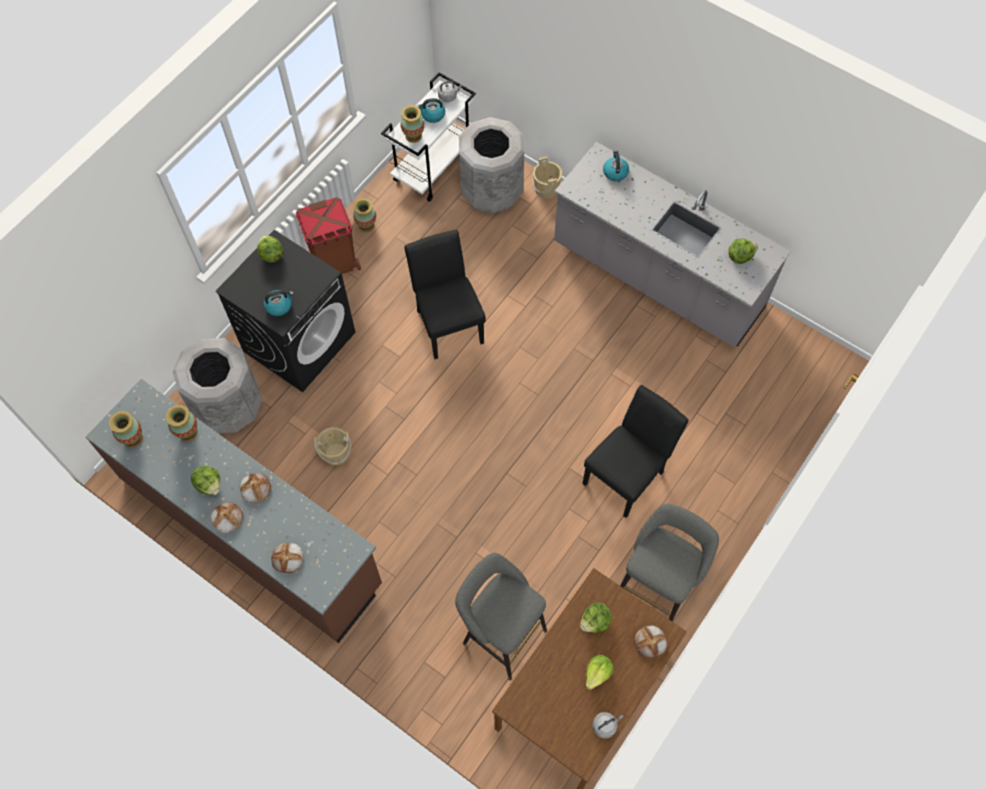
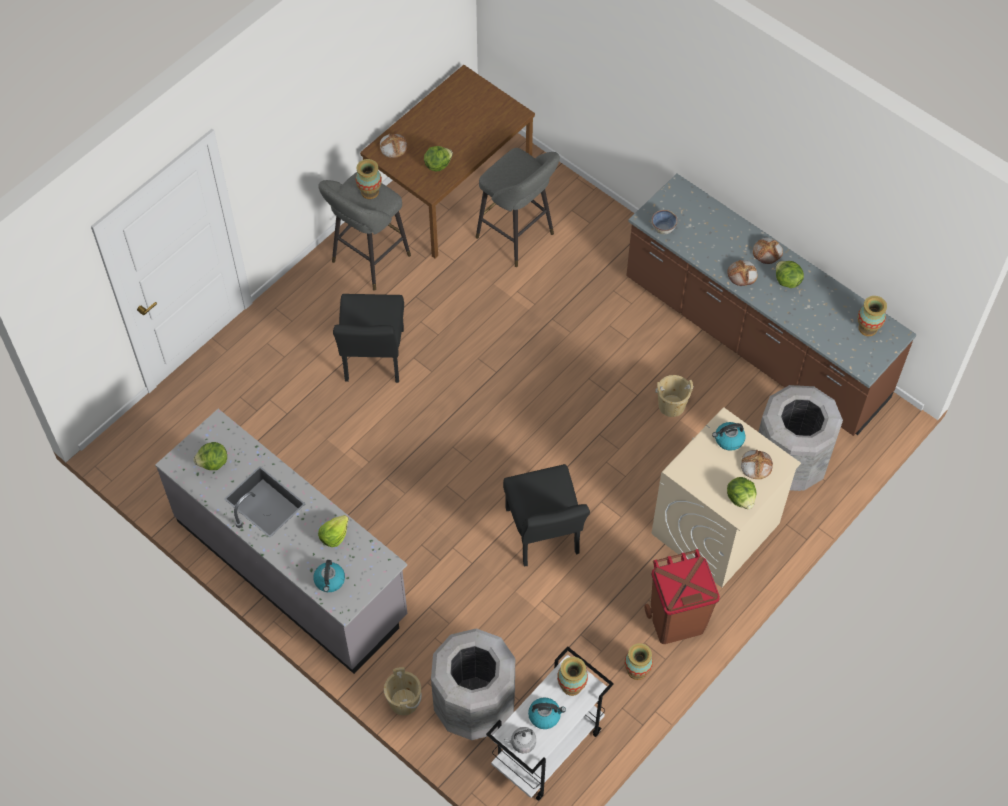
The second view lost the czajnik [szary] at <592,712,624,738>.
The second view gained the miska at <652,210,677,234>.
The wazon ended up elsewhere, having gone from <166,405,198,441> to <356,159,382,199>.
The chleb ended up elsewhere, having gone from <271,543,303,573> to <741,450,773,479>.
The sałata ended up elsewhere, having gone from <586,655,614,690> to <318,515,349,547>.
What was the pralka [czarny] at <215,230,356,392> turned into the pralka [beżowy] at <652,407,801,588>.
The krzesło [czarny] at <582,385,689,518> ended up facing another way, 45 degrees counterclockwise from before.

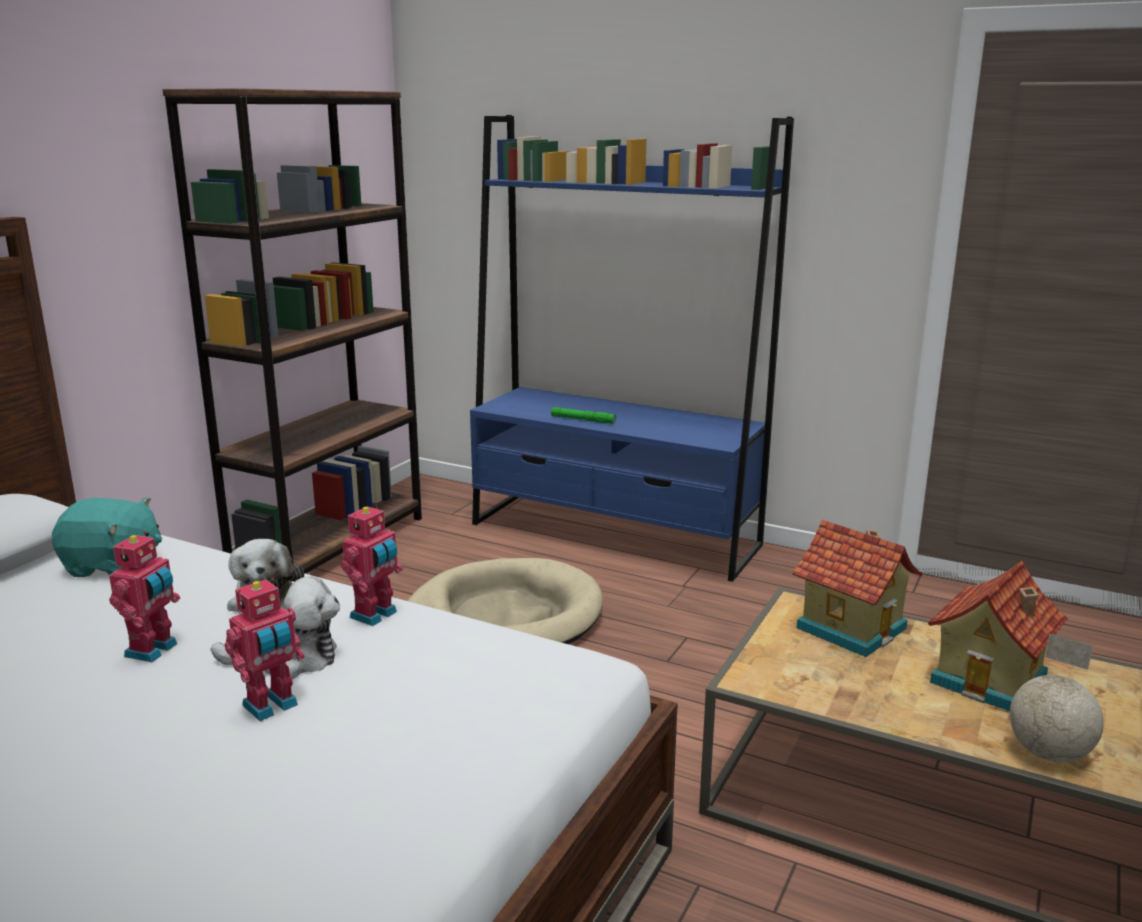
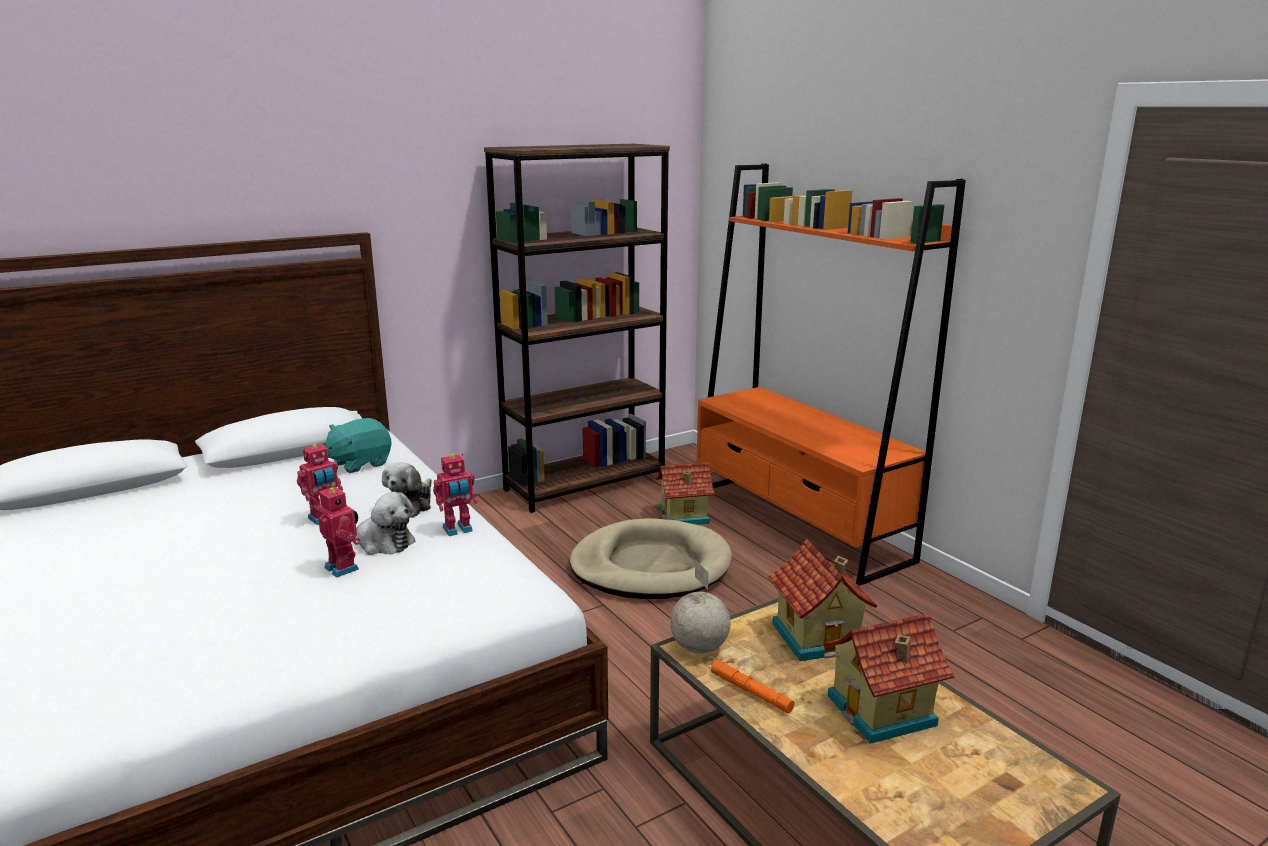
The second view lost the latarka [zielony] at <551,407,616,424>.
The second view gained the domek at <656,462,715,525>.
The second view gained the latarka [pomarańczowy] at <711,660,795,714>.
The globus ended up elsewhere, having gone from <1010,634,1104,762> to <670,560,730,653>.
What was the regał [niebieski] at <470,115,794,582> turned into the regał [pomarańczowy] at <697,163,966,586>.
The pluszak [turkusowy] at <52,497,162,577> ended up facing another way, 105 degrees clockwise from before.
The robot zabawkowy at <225,578,305,721> ended up facing another way, 120 degrees counterclockwise from before.

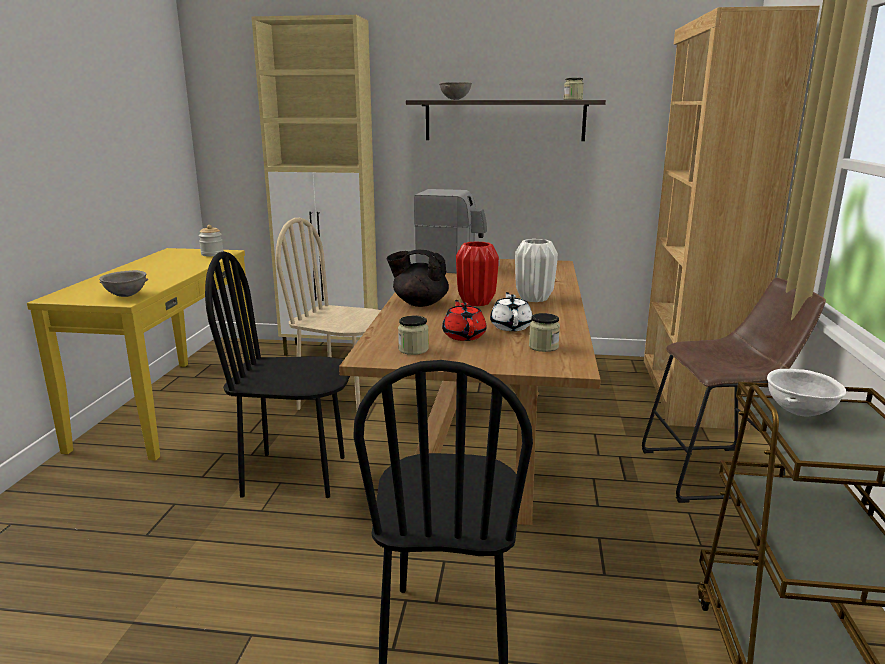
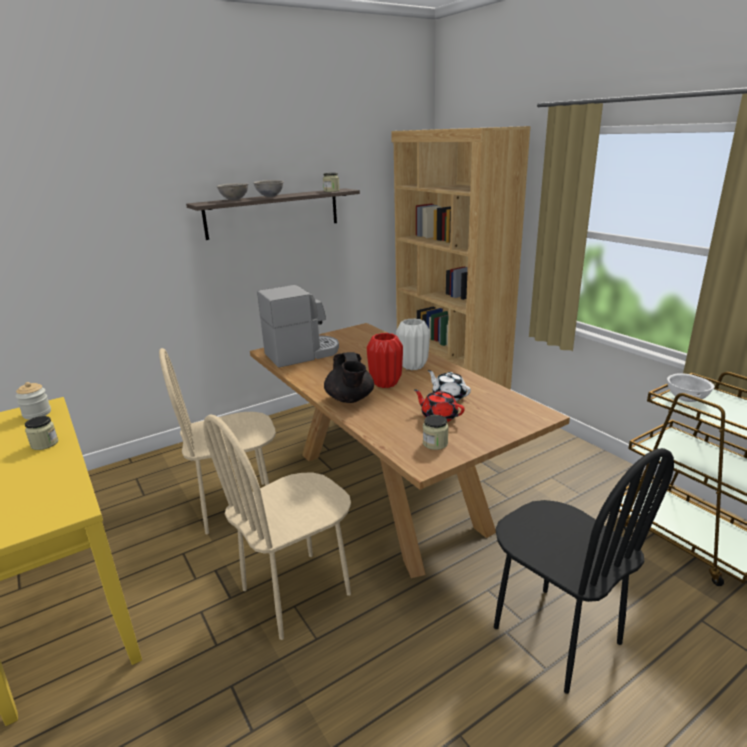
The second view lost the szafka [beżowy] at <251,15,378,356>.
The second view lost the stołek [brązowy] at <642,277,826,503>.
The miska [szary] ended up elsewhere, having gone from <99,270,148,297> to <253,180,284,197>.
The słoik ended up elsewhere, having gone from <529,313,560,352> to <25,416,58,450>.
What was the krzesło [czarny] at <205,251,350,498> turned into the krzesło [beżowy] at <203,415,351,640>.
The imbryk [czarny] at <387,250,449,307> ended up facing another way, 75 degrees counterclockwise from before.

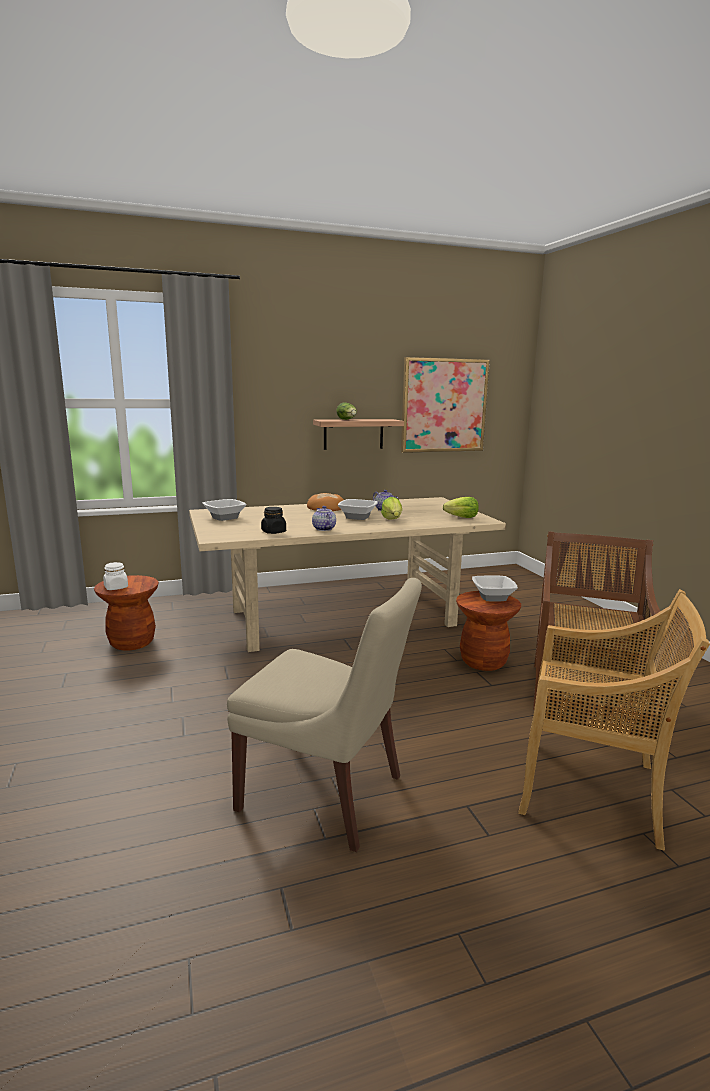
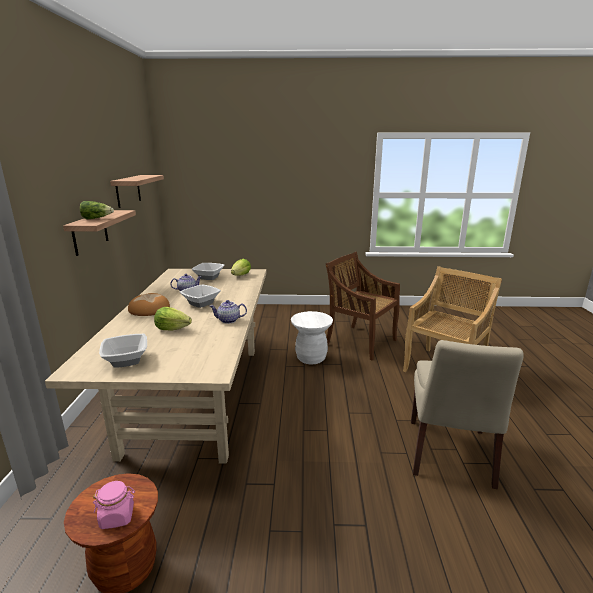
The second view lost the słoik [czarny] at <261,507,286,534>.
The sałata ended up elsewhere, having gone from <381,497,402,520> to <154,307,192,331>.
The miska ended up elsewhere, having gone from <472,576,518,602> to <192,263,224,280>.
Where the obraz hung at <401,357,490,453>, the półka came to hang at <110,175,164,208>.
What was the słoik [biały] at <103,562,128,590> turned into the słoik [różowy] at <93,481,135,529>.
What was the stołek [brązowy] at <456,591,521,671> turned into the stołek [biały] at <291,311,333,364>.
The krzesło [beżowy] at <227,578,422,852> ended up facing another way, 150 degrees clockwise from before.

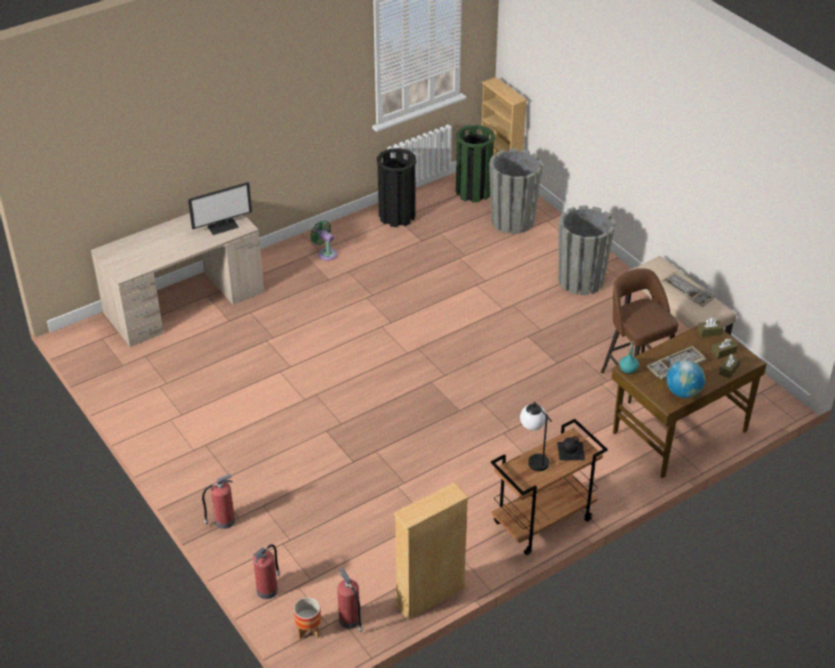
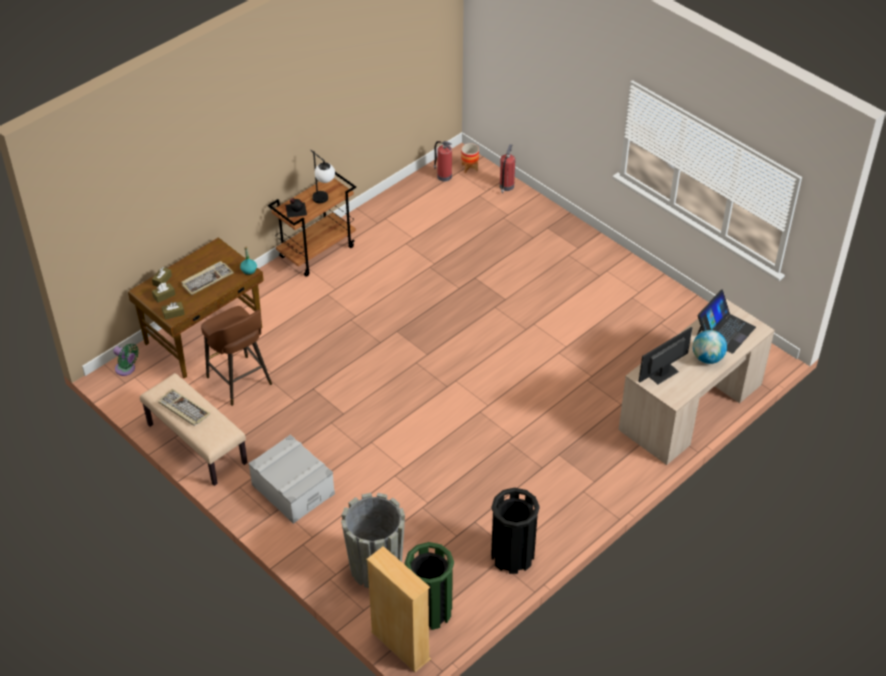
The second view lost the gaśnica at <202,474,235,529>.
The second view lost the regał [beżowy] at <393,482,469,620>.
The second view gained the laptop at <697,289,756,354>.
The wentylator [zielony] ended up elsewhere, having gone from <310,221,337,261> to <113,343,139,376>.
The globus ended up elsewhere, having gone from <667,360,705,398> to <693,330,727,364>.
Where the donica [szary] stood at <558,205,615,295>, the pojemnik do przechowywania [szary] came to stand at <248,434,335,524>.

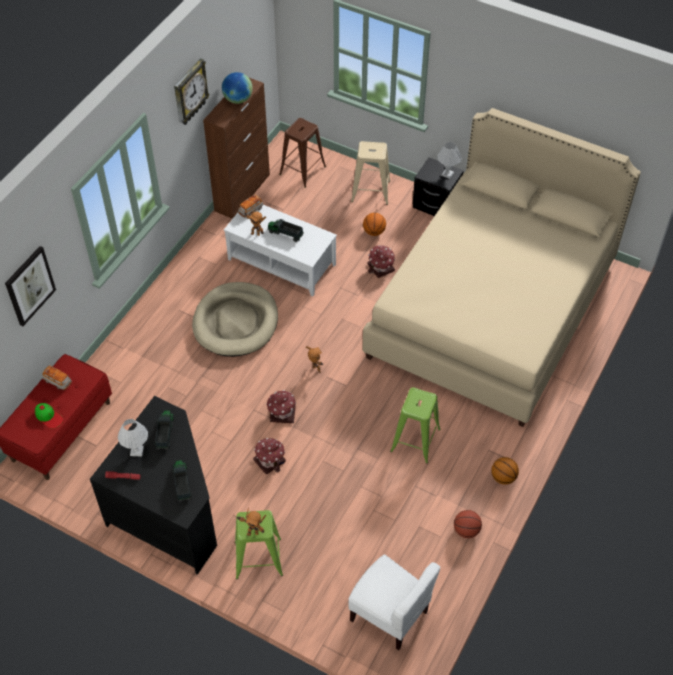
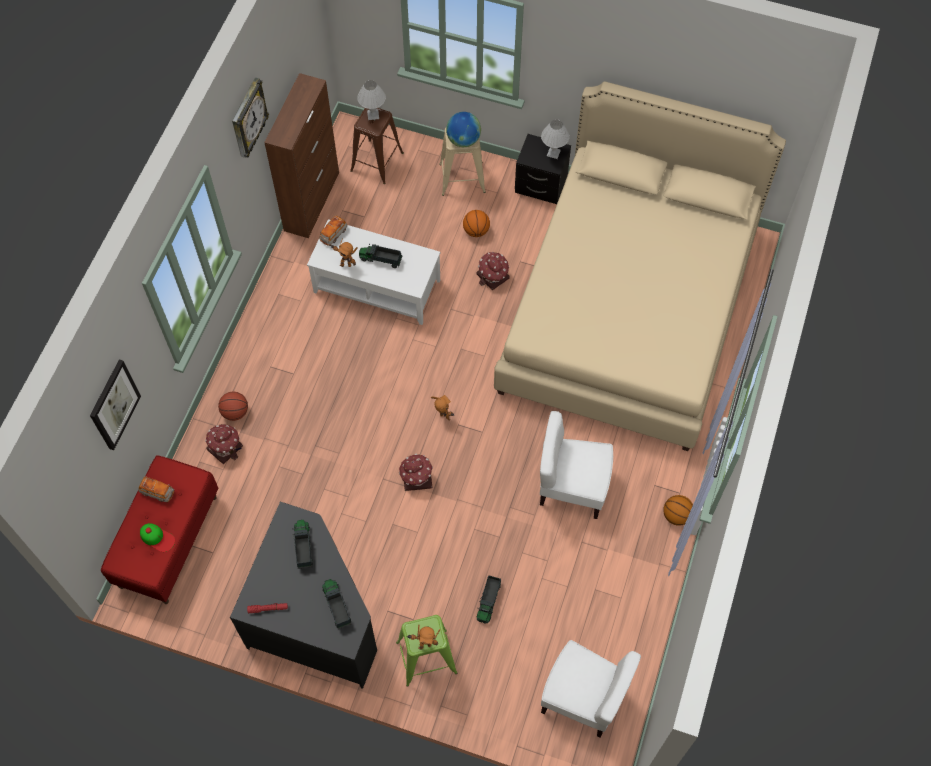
The second view lost the legowisko [beżowy] at <192,282,278,357>.
The second view gained the ciężarówka zabawkowa at <477,576,501,623>.
The lampa stołowa [biały] ended up elsewhere, having gone from <118,419,148,457> to <357,80,386,120>.
The globus ended up elsewhere, having gone from <222,72,253,104> to <446,112,481,147>.
The domek ended up elsewhere, having gone from <253,438,286,474> to <205,424,243,464>.
The piłka do koszykówki ended up elsewhere, having gone from <454,510,482,538> to <218,392,248,421>.
Where the stołek [zielony] stood at <390,387,441,464>, the krzesło [biały] came to stand at <540,411,613,519>.

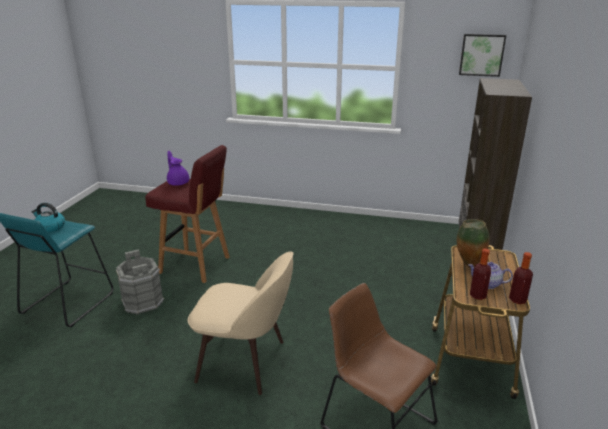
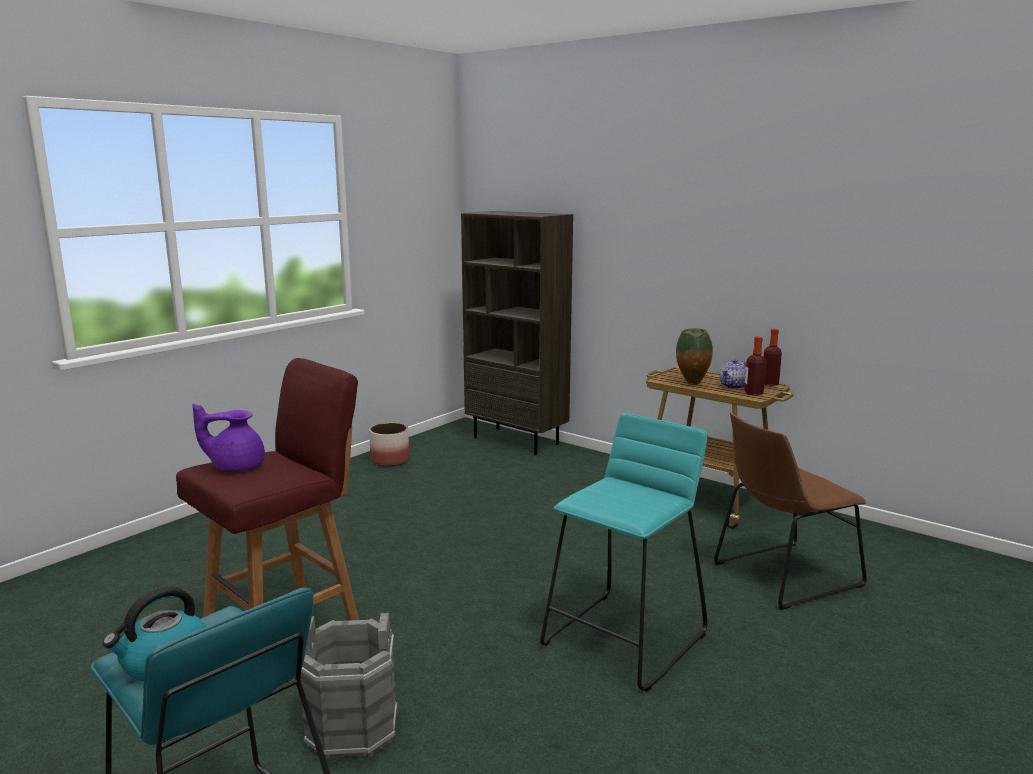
The second view lost the obraz at <459,34,506,77>.
The second view gained the donica at <369,423,409,467>.
Where the krzesło [beżowy] stood at <188,251,293,395>, the stołek [turkusowy] came to stand at <540,413,708,692>.

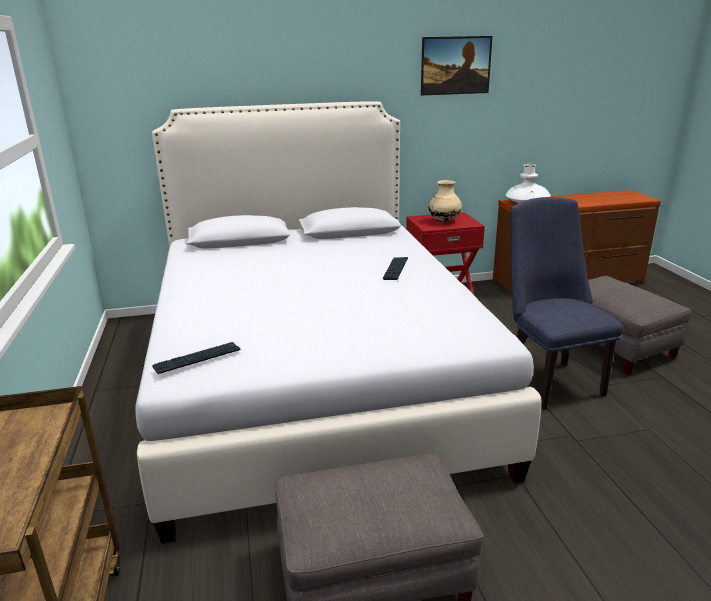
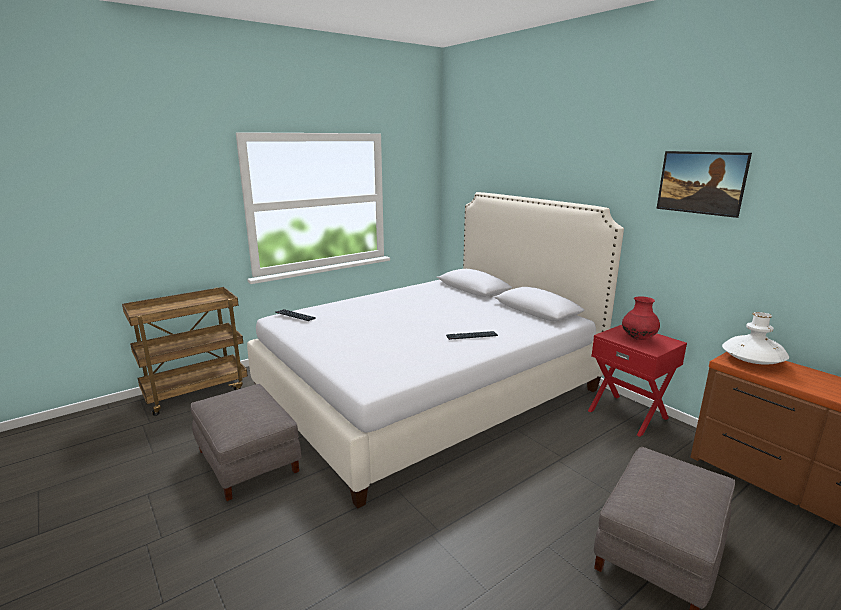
The second view lost the krzesło [niebieski] at <510,197,623,409>.
What was the wazon [beżowy] at <428,180,462,222> turned into the wazon [czerwony] at <622,296,660,340>.

